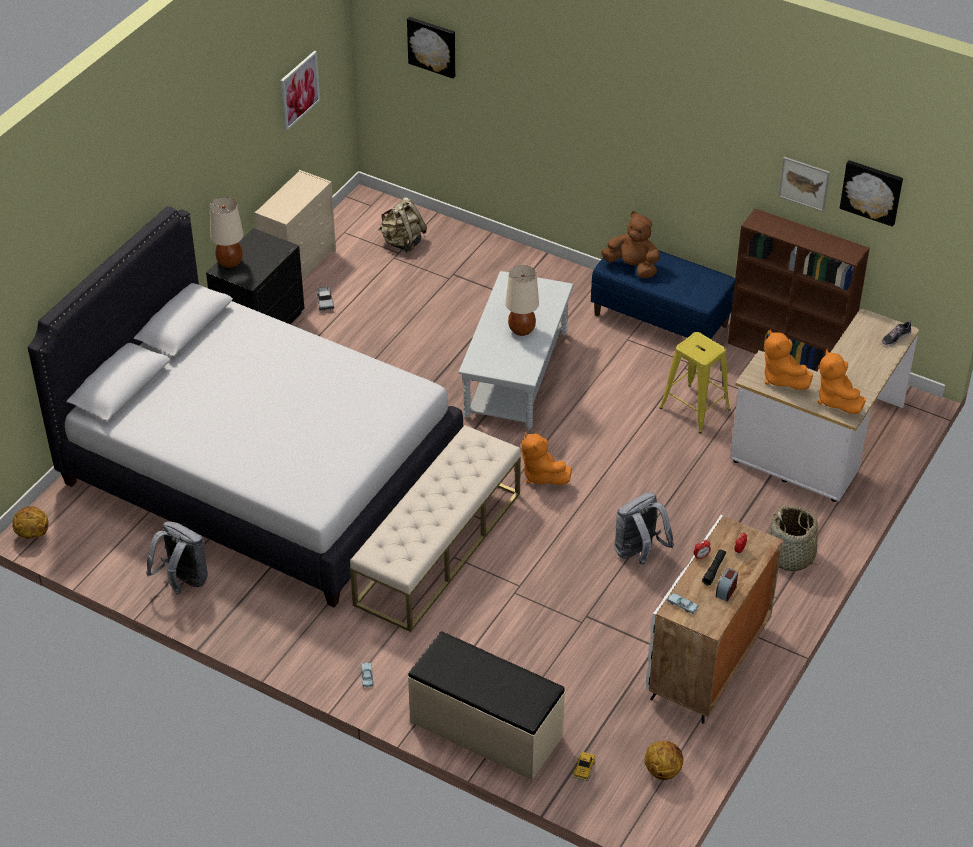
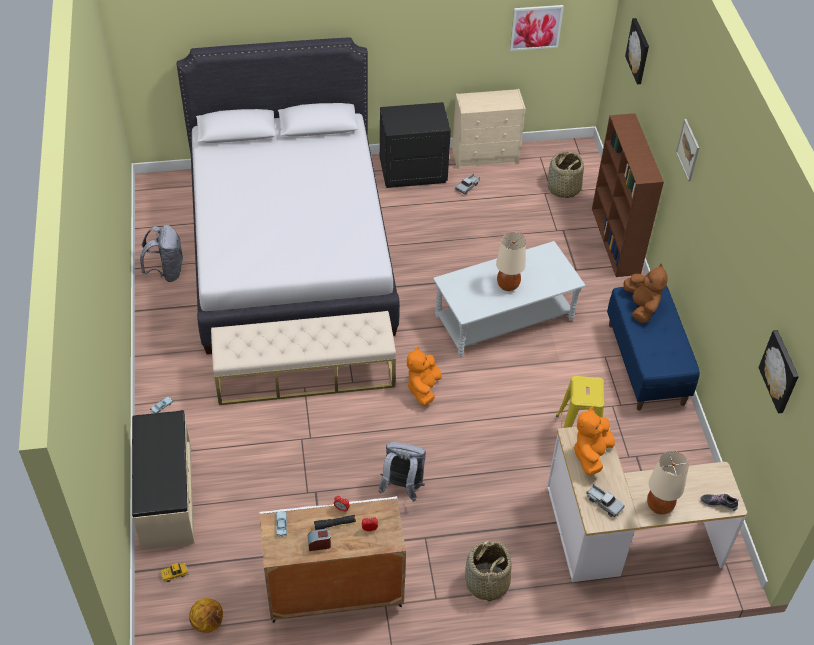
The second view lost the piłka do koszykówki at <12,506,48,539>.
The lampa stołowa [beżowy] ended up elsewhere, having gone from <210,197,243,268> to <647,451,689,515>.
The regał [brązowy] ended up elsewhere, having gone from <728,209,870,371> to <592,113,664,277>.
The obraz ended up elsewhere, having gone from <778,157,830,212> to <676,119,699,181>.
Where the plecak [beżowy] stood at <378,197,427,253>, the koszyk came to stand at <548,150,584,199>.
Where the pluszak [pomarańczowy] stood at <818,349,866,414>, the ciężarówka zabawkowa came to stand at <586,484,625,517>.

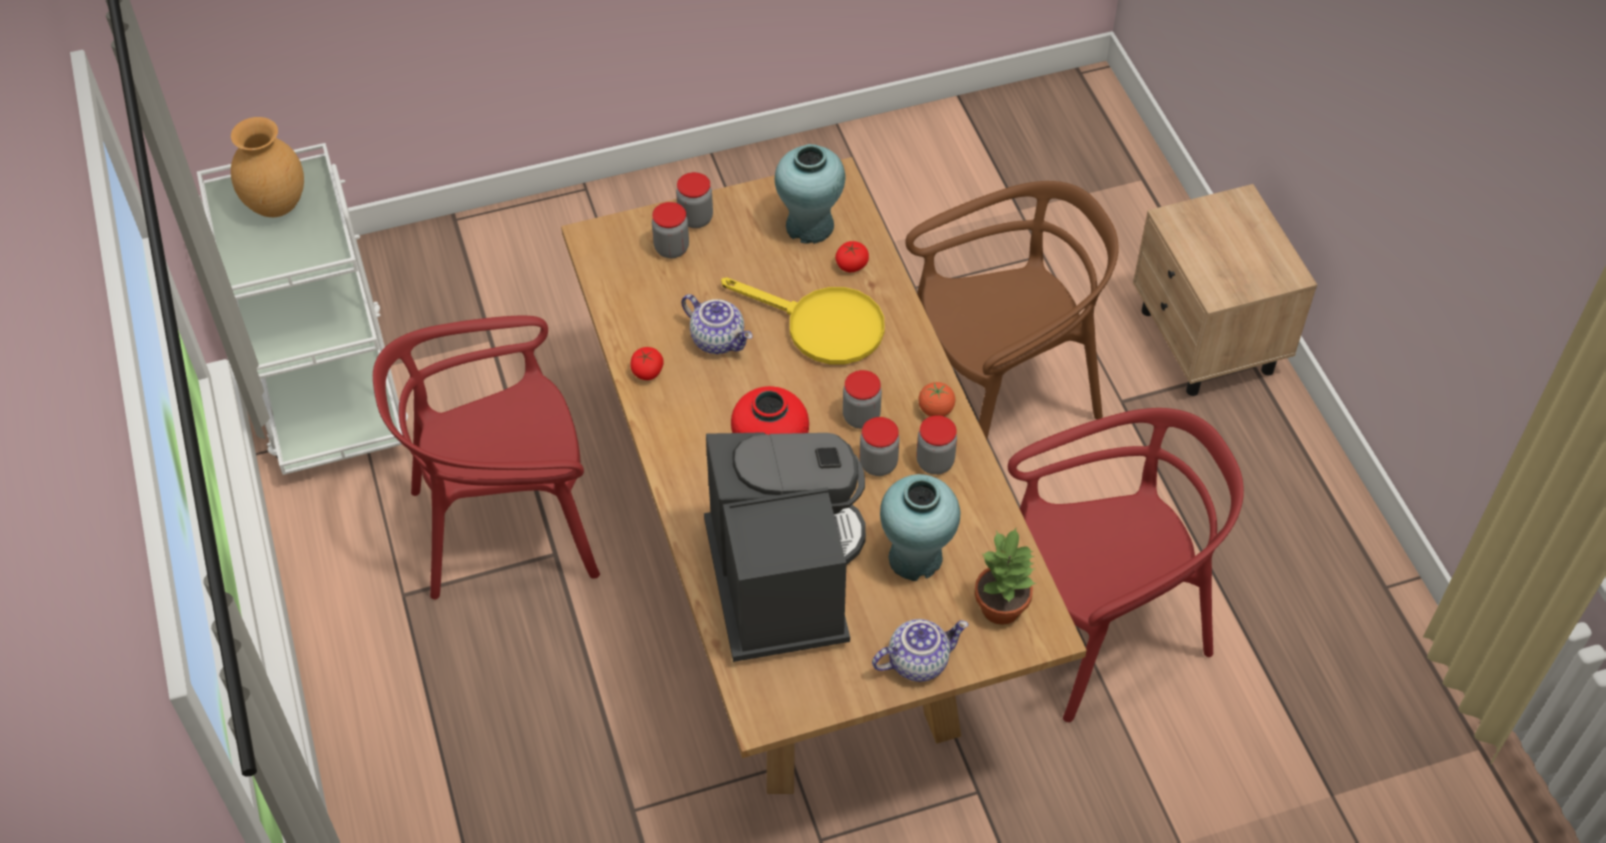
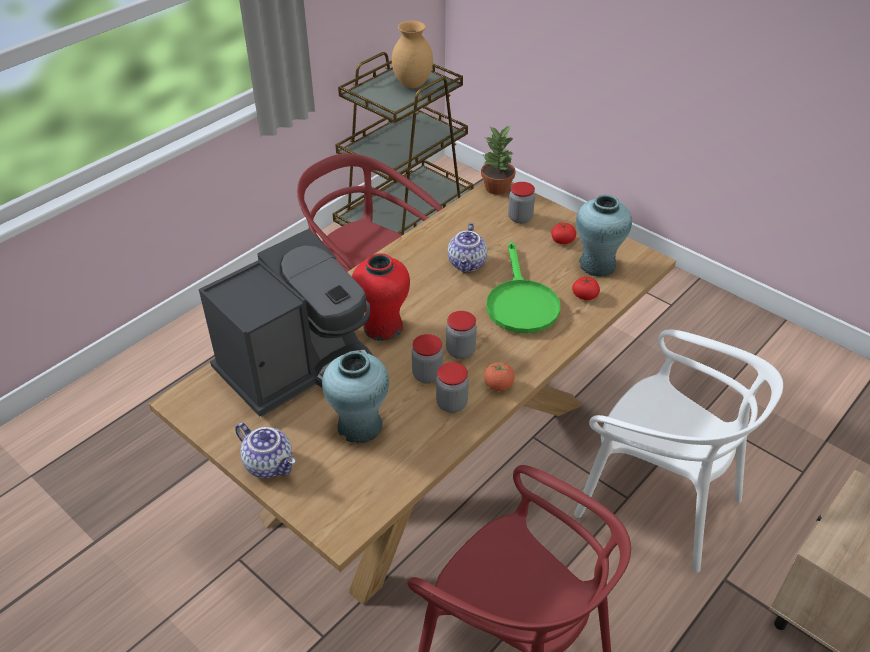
The second view lost the słoik at <676,172,713,228>.
The pomidor ended up elsewhere, having gone from <630,347,664,380> to <551,223,576,244>.
The roślina doniczkowa ended up elsewhere, having gone from <974,528,1037,625> to <481,125,516,195>.
What was the wózek [biały] at <197,143,408,475> turned into the wózek [brązowy] at <333,52,474,235>.
What was the patelnia [żółty] at <721,278,885,364> turned into the patelnia [zielony] at <486,242,560,334>.
What was the krzesło [brązowy] at <905,181,1119,440> turned into the krzesło [biały] at <574,329,783,573>.

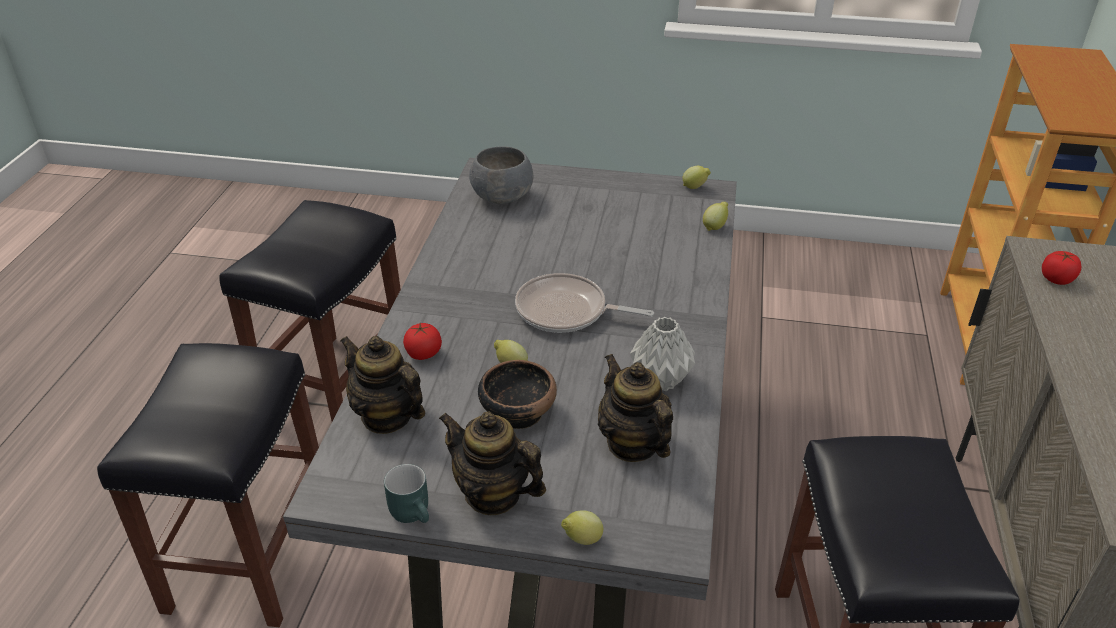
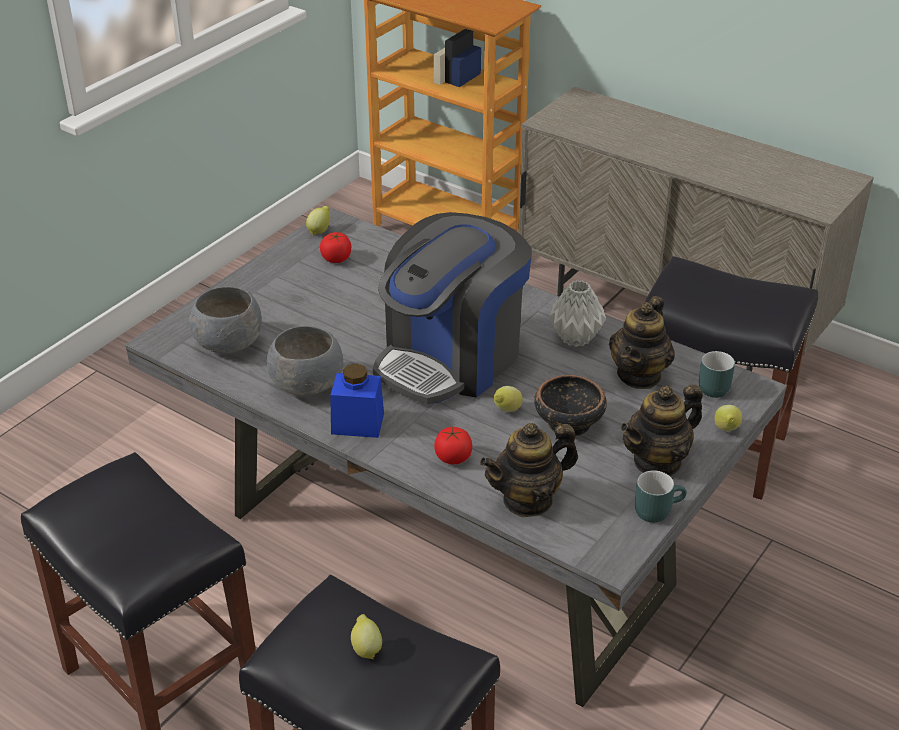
The second view gained the miska [szary] at <267,326,343,396>.
The second view gained the słoik [niebieski] at <330,363,384,438>.
The second view gained the kubek [turkusowy] at <699,351,735,398>.
The cytryna ended up elsewhere, having gone from <703,202,728,231> to <351,614,382,659>.
The pomidor ended up elsewhere, having gone from <1042,251,1081,285> to <320,232,351,263>.
Where the patelnia stood at <515,273,654,333>, the ekspres do kawy came to stand at <373,212,532,404>.
The imbryk at <598,354,673,462> ended up facing another way, 60 degrees counterclockwise from before.

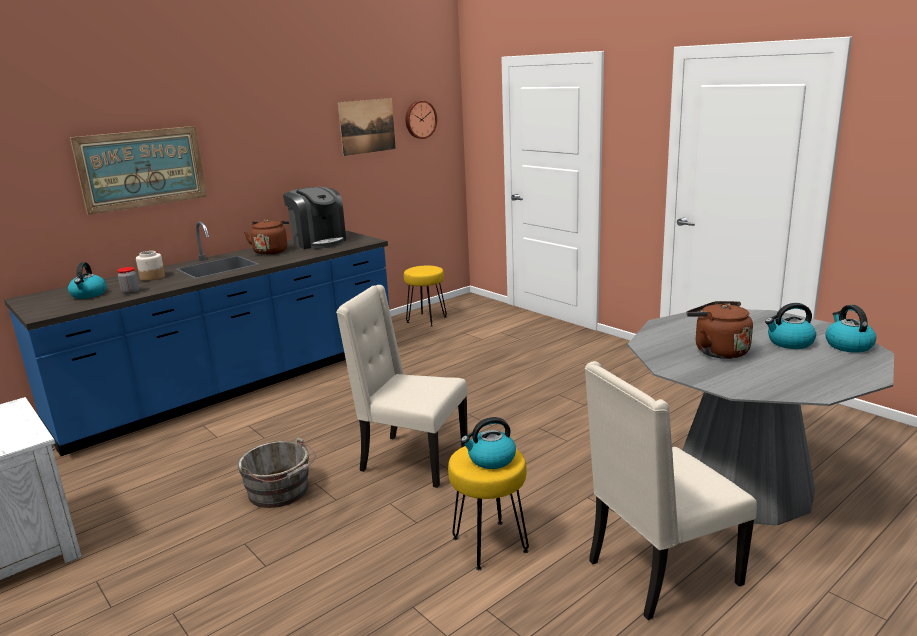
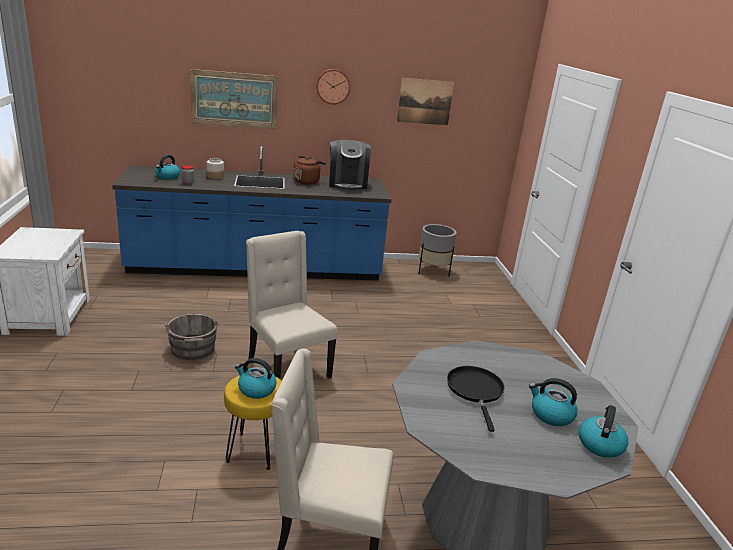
The zegar ścienny ended up elsewhere, having gone from <405,100,437,139> to <316,69,350,105>.
Where the stołek [żółty] stood at <404,266,447,327>, the donica [szary] came to stand at <418,224,457,277>.
Where the czajnik [brązowy] stood at <687,301,753,359>, the patelnia [czarny] came to stand at <447,366,504,432>.

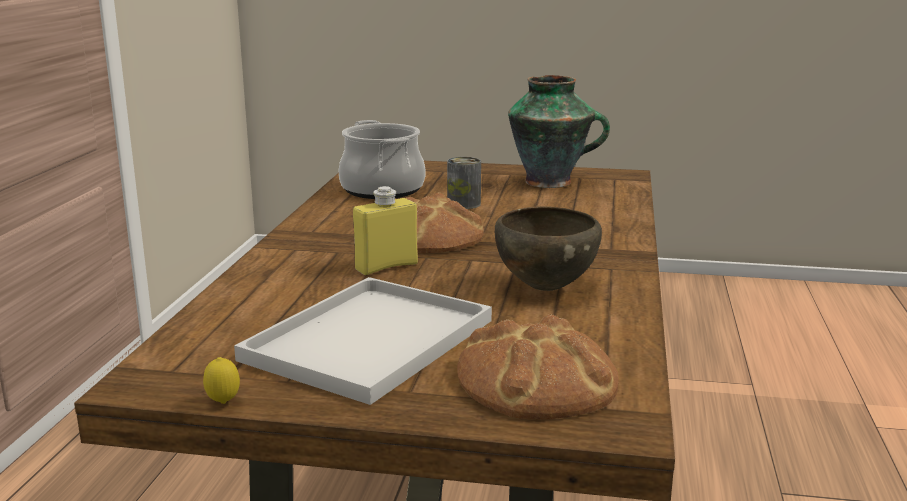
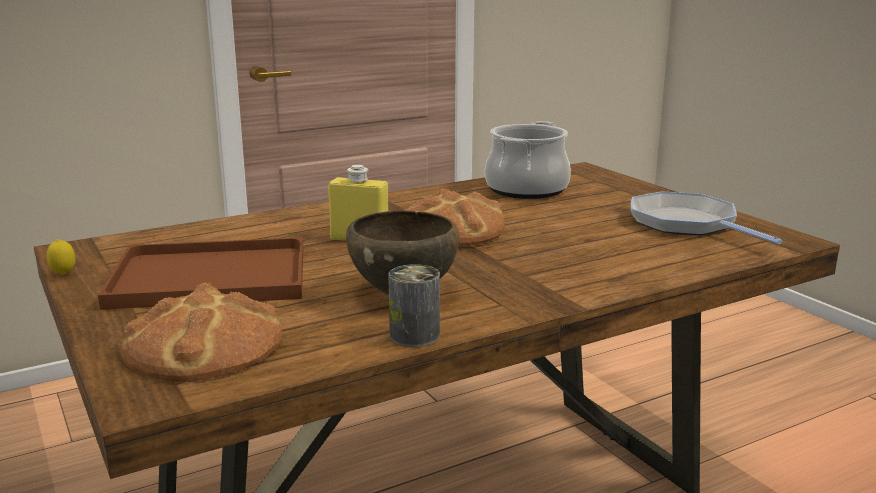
The puszka ended up elsewhere, having gone from <447,157,481,209> to <388,264,440,347>.
Where the wazon stood at <508,75,610,188>, the patelnia came to stand at <631,191,782,244>.
What was the taca [biały] at <234,277,492,405> turned into the taca [brązowy] at <98,237,303,310>.

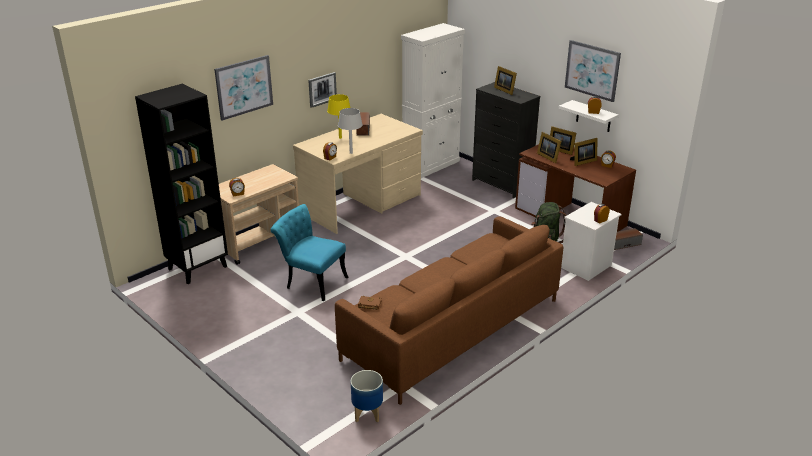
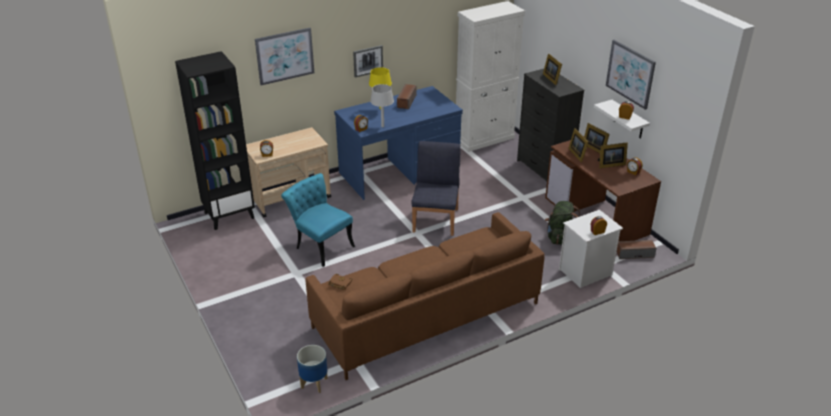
The second view gained the krzesło [niebieski] at <411,141,461,236>.
What was the biurko [beżowy] at <293,114,423,234> turned into the biurko [niebieski] at <334,86,463,200>.

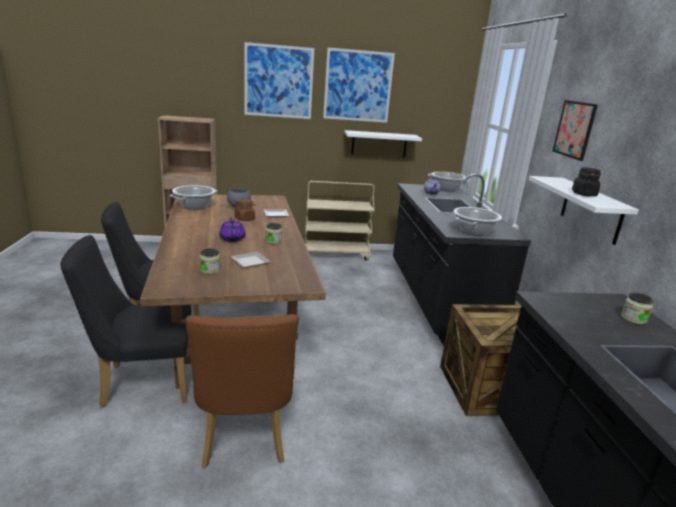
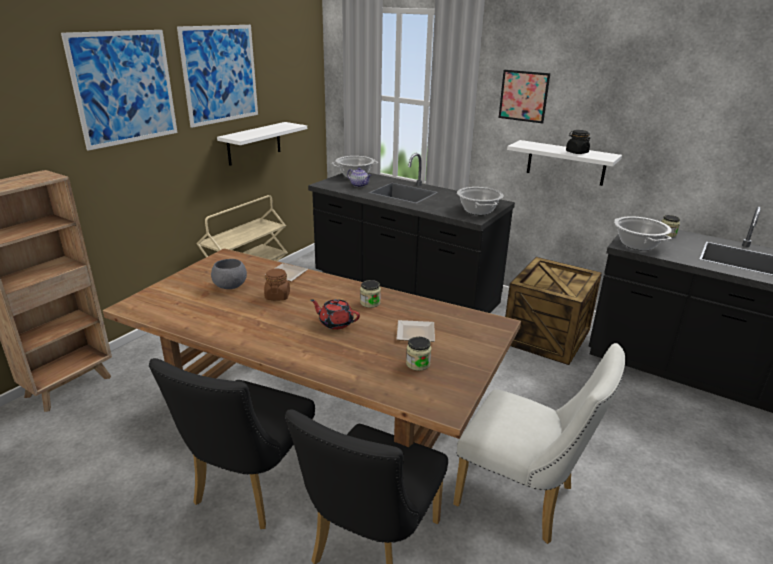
The garnek ended up elsewhere, having gone from <170,185,217,210> to <614,216,672,251>.
What was the krzesło [brązowy] at <185,314,299,468> turned into the krzesło [biały] at <453,343,625,544>.
What was the imbryk [fioletowy] at <219,218,246,242> turned into the imbryk [czerwony] at <310,299,360,330>.

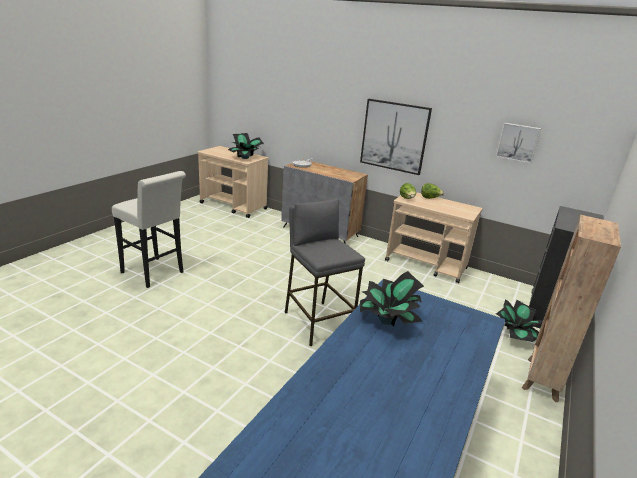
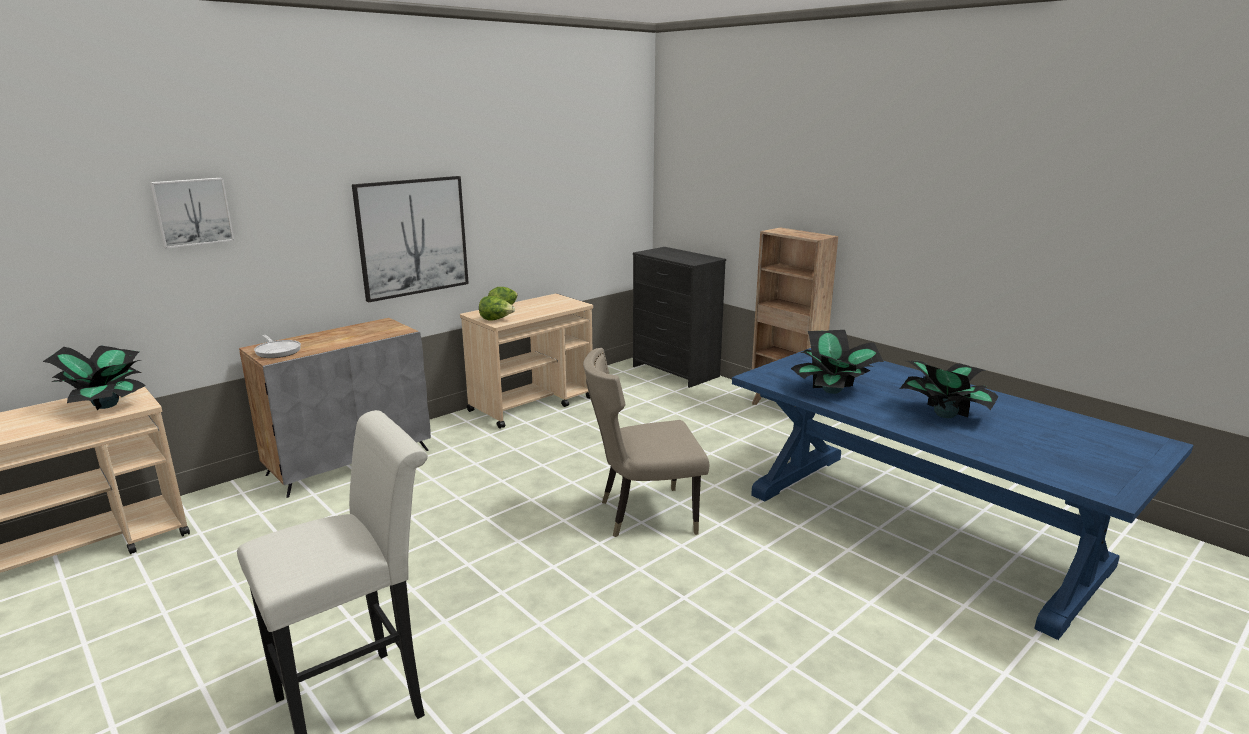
The obraz ended up elsewhere, having gone from <496,123,541,163> to <150,178,234,249>.
The roślina doniczkowa ended up elsewhere, having gone from <496,299,543,342> to <900,361,999,418>.
Where the stołek [szary] stood at <285,198,365,346>, the krzesło [beżowy] came to stand at <583,348,709,537>.

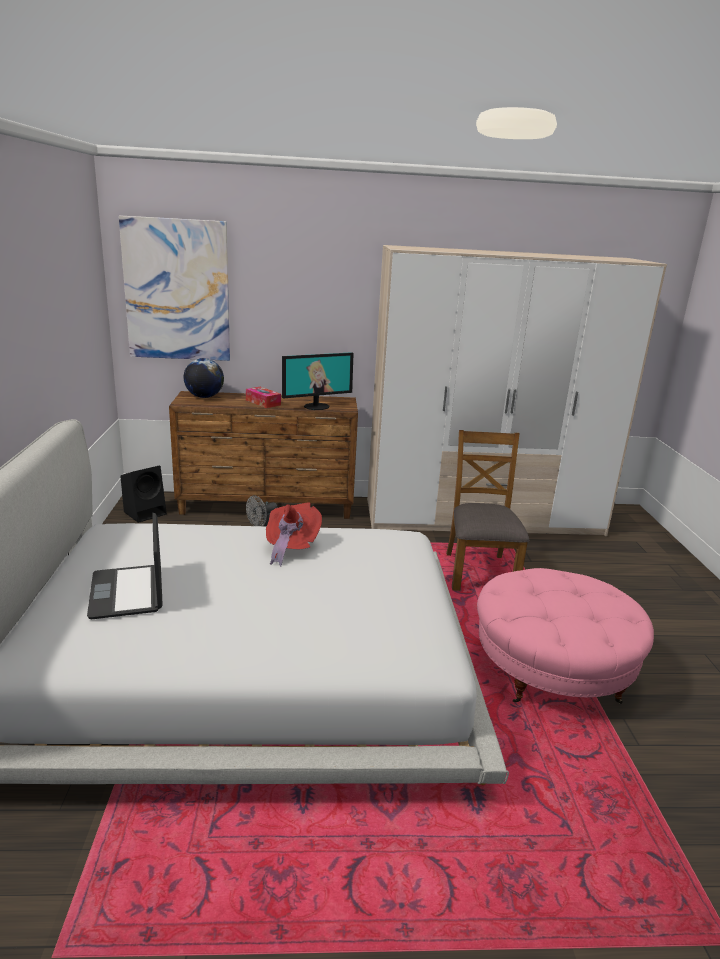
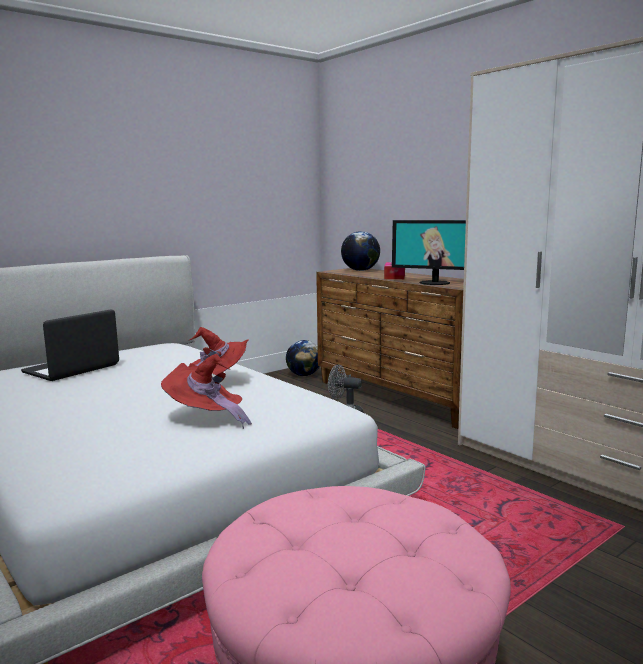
The second view lost the obraz at <119,215,230,361>.
The second view lost the krzesło [brązowy] at <446,430,529,591>.
The second view gained the kapelusz [czerwony] at <161,354,252,429>.
Where the głośnik [czarny] stood at <120,465,167,523>, the globus came to stand at <286,340,320,376>.

